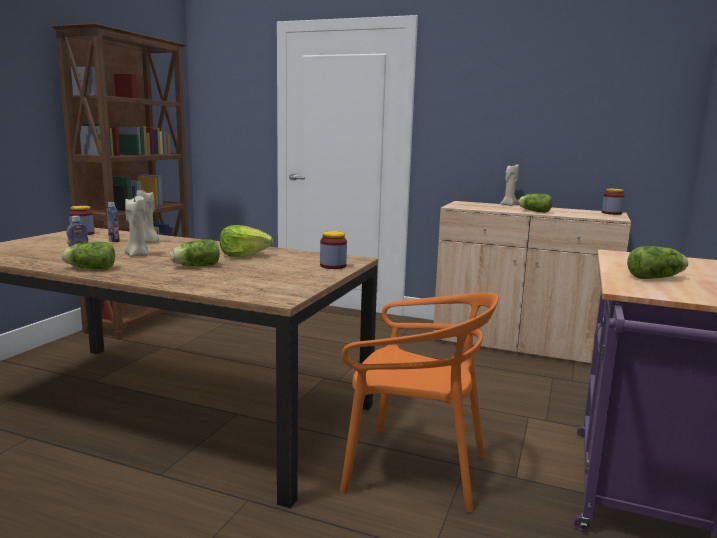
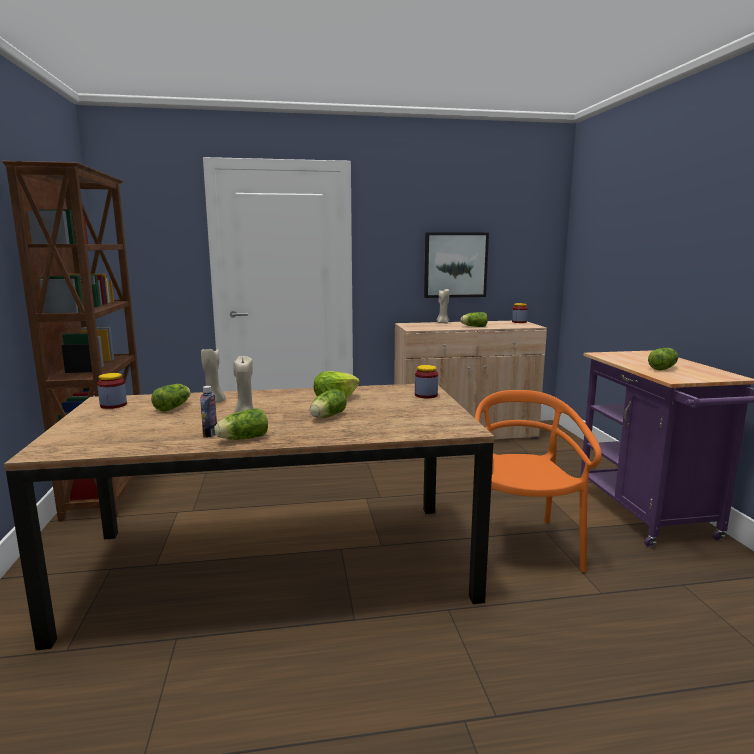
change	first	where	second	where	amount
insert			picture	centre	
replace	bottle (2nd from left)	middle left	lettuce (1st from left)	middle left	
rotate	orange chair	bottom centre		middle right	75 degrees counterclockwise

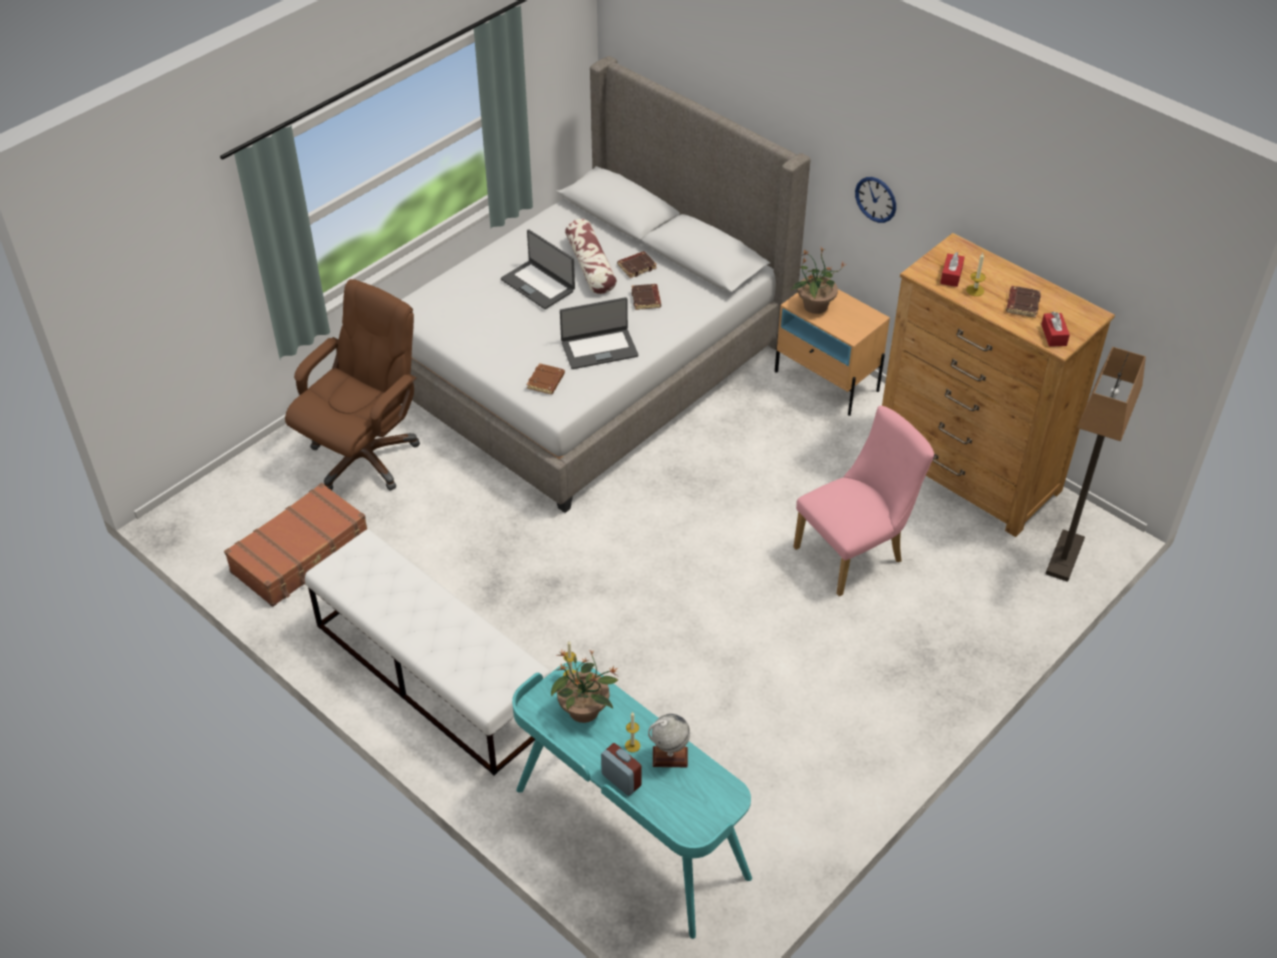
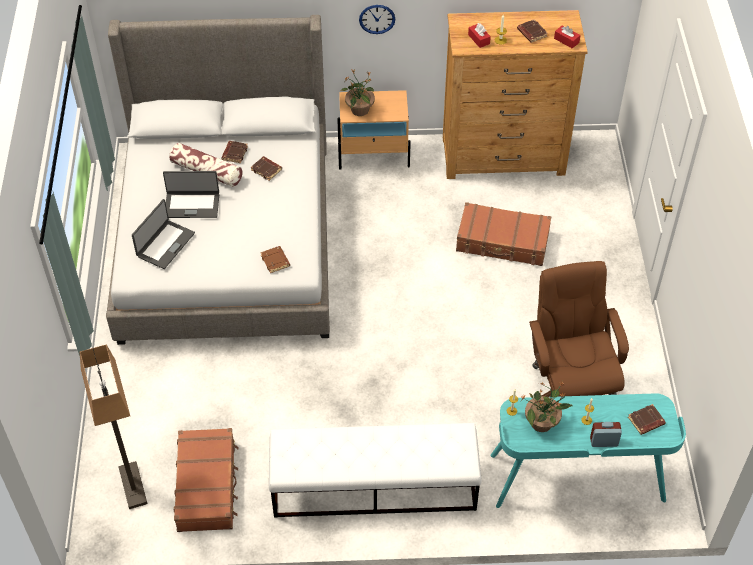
change	first	where	second	where	amount
delete	globe	bottom centre			
insert			brown book (5th from left)	bottom right	
move	brown office chair	middle left		middle right	
move	laptop (2nd from left in the first image)	centre	laptop (1st from left)	middle left	
move	floor lamp	middle right		bottom left	
replace	pink chair	middle right	brown suitcase (2nd from left)	middle right	

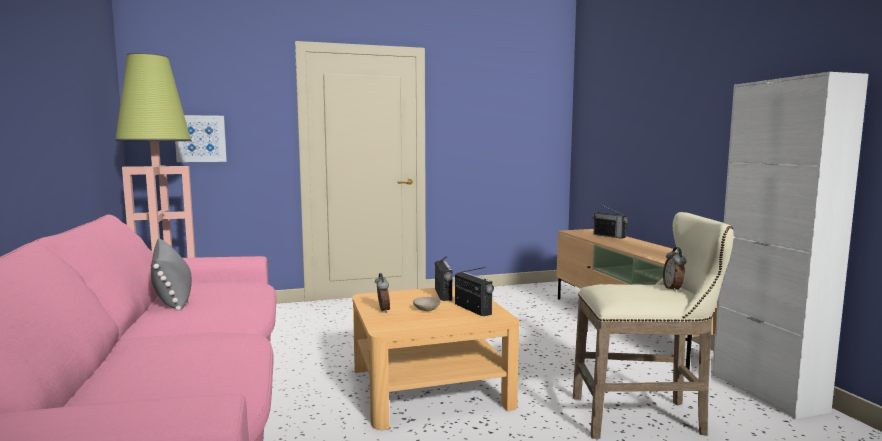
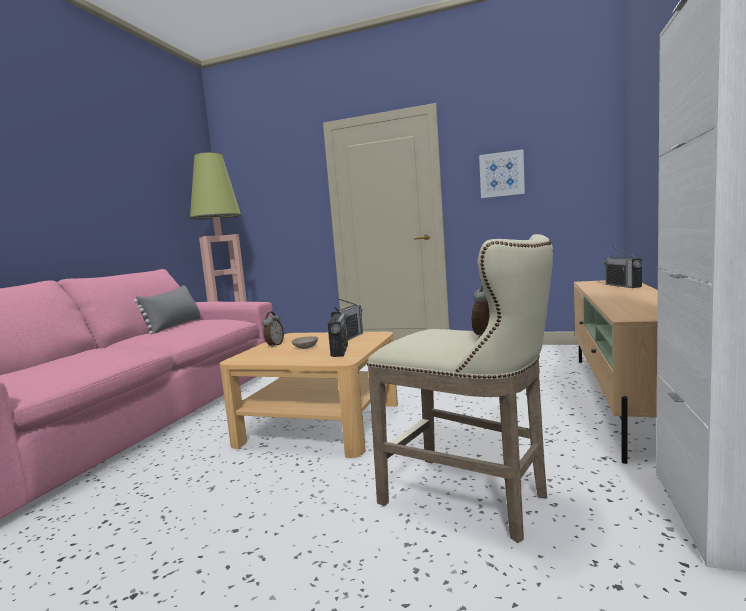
change	first	where	second	where	amount
move	picture	top left		top right	

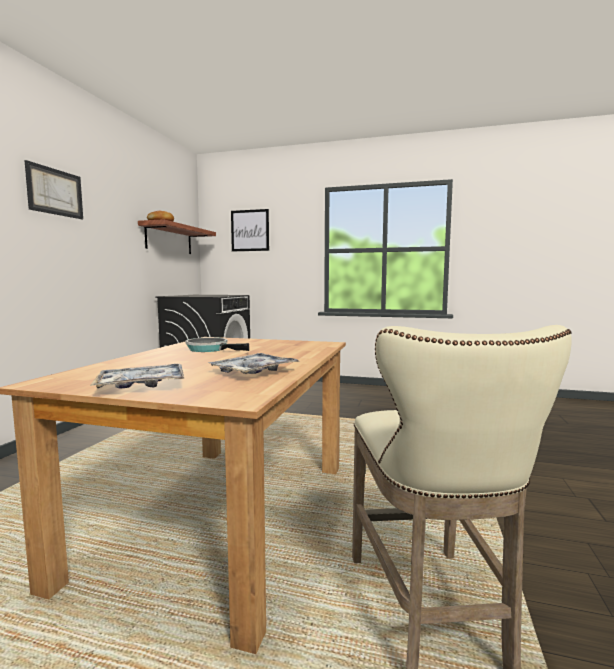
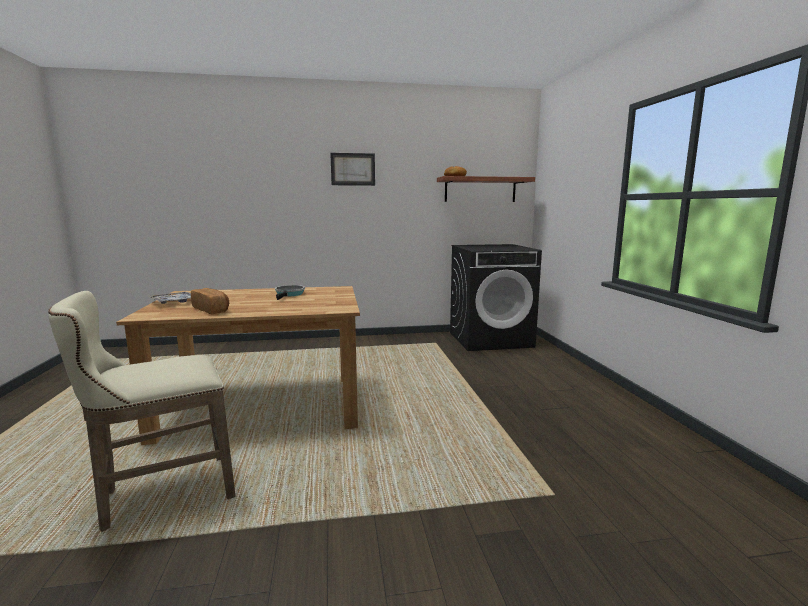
change	first	where	second	where	amount
delete	picture (2nd from left)	centre			
replace	tray (2nd from left)	centre	bread (1st from left)	middle left	

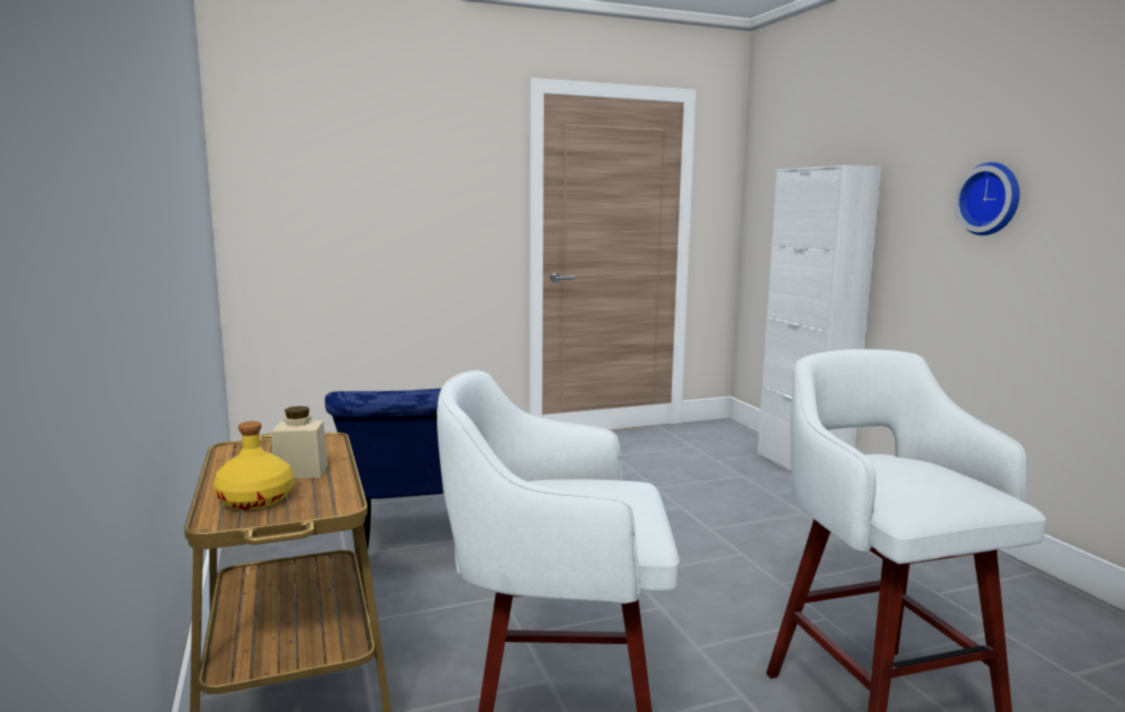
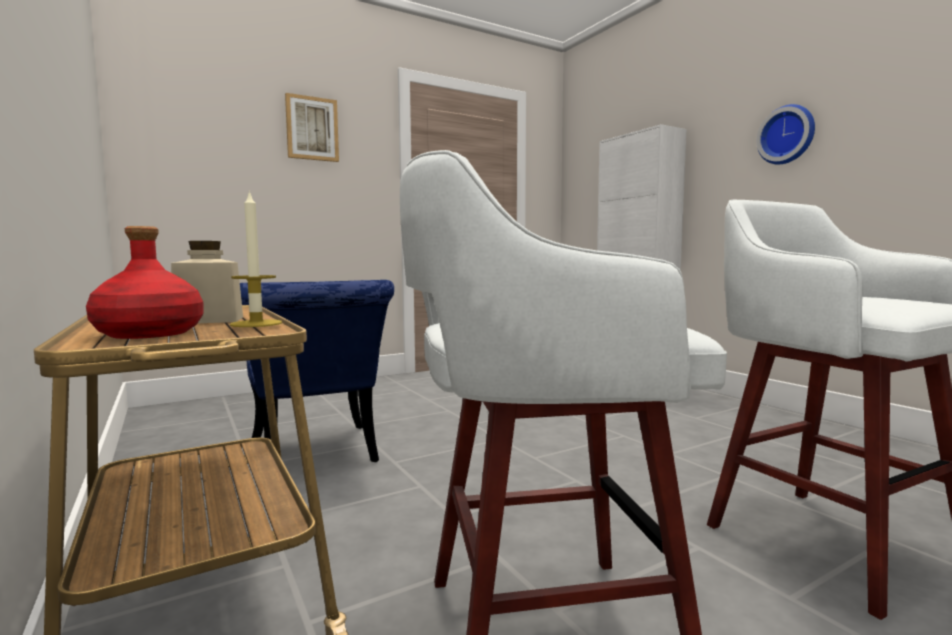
change	first	where	second	where	amount
insert			candle	middle left	
insert			picture	top left	
recolor	yellow bottle	middle left	red bottle	middle left	

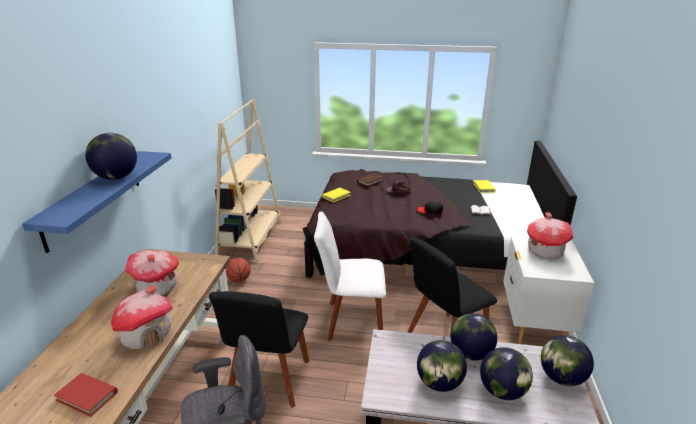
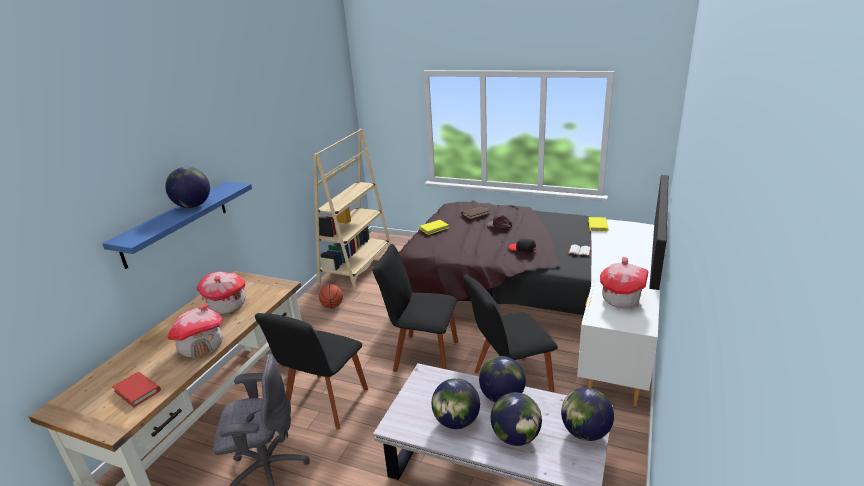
change	first	where	second	where	amount
recolor	white chair	centre	black chair (2nd from left)	centre	

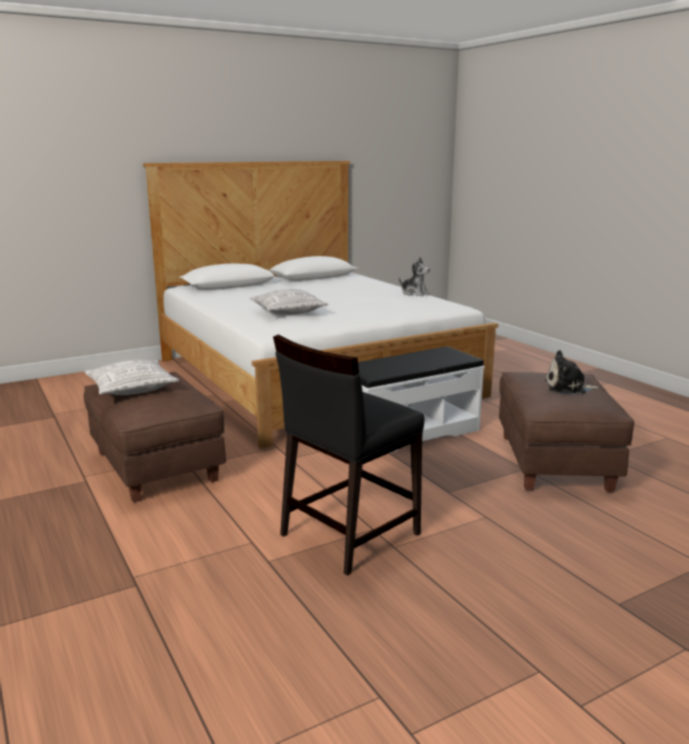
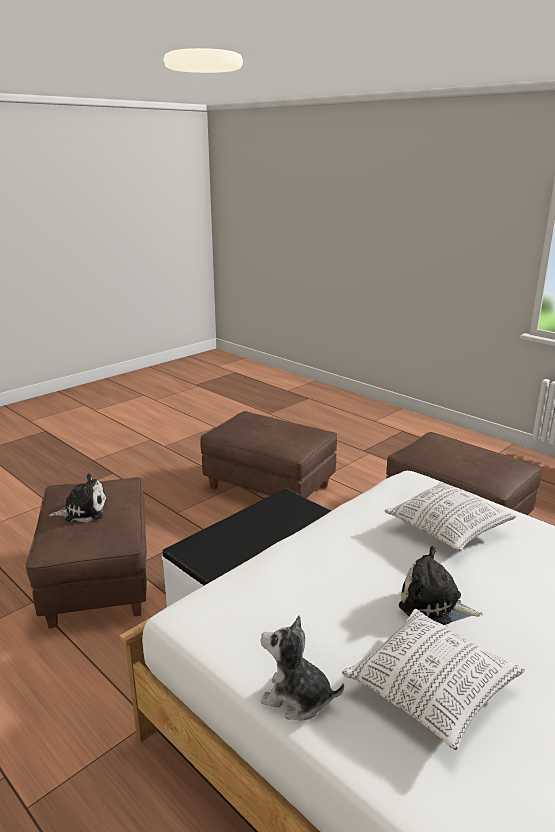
change	first	where	second	where	amount
insert			plush toy (3rd from left)	bottom right	
move	pillow (1st from left)	middle left		bottom right	
replace	black chair	centre	brown ottoman (2nd from left)	centre	

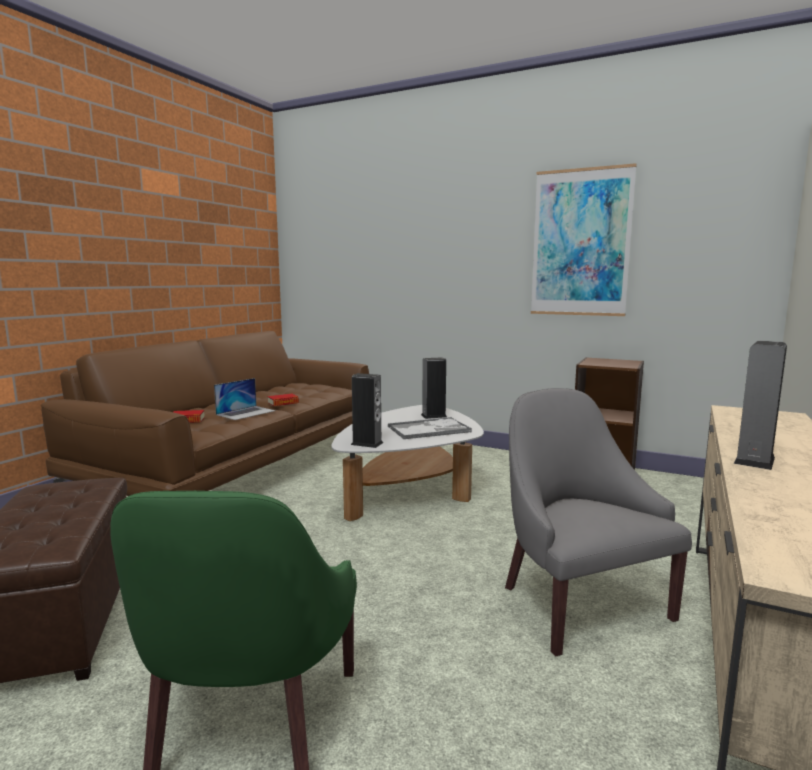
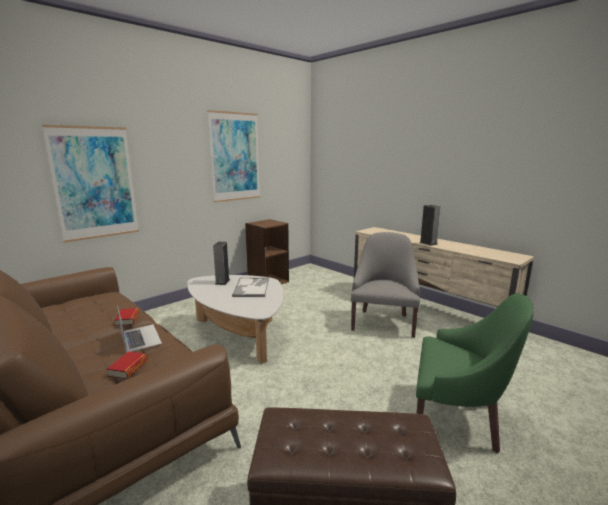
change	first	where	second	where	amount
delete	speaker (1st from left)	centre			
insert			picture (1st from left)	middle left	
rotate	grey armchair	bottom right		centre	105 degrees clockwise

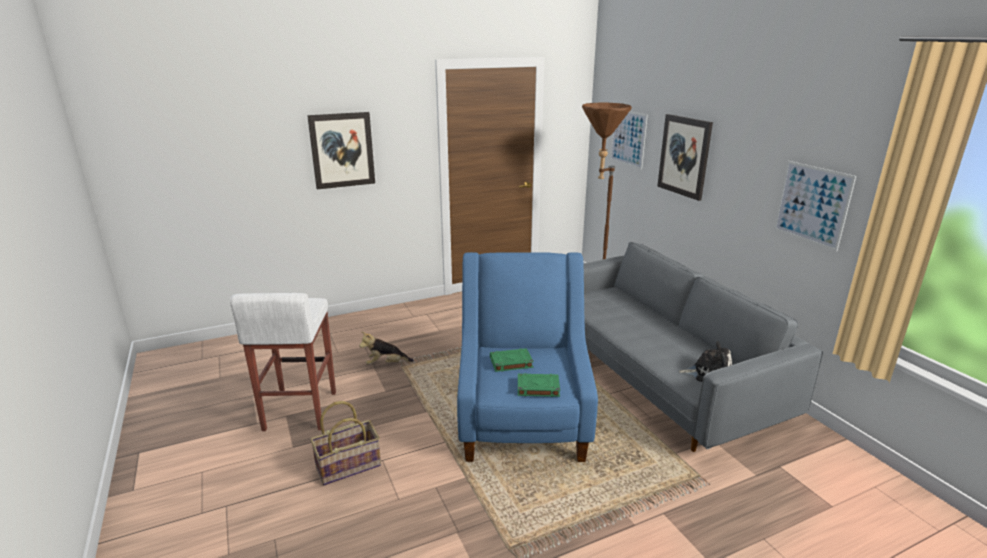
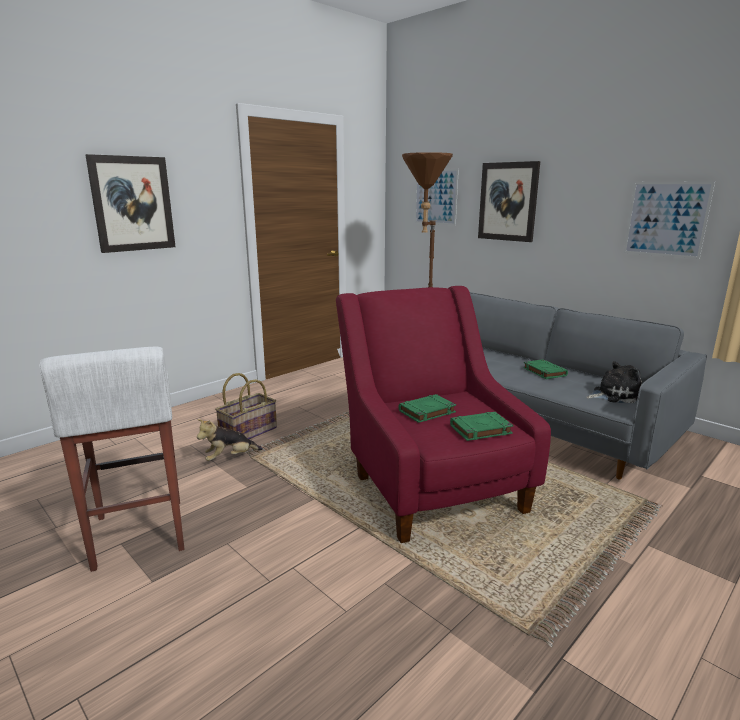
change	first	where	second	where	amount
insert			green book (3rd from left)	middle right	
move	basket	bottom centre		middle left	
recolor	blue armchair	centre	red armchair	centre	

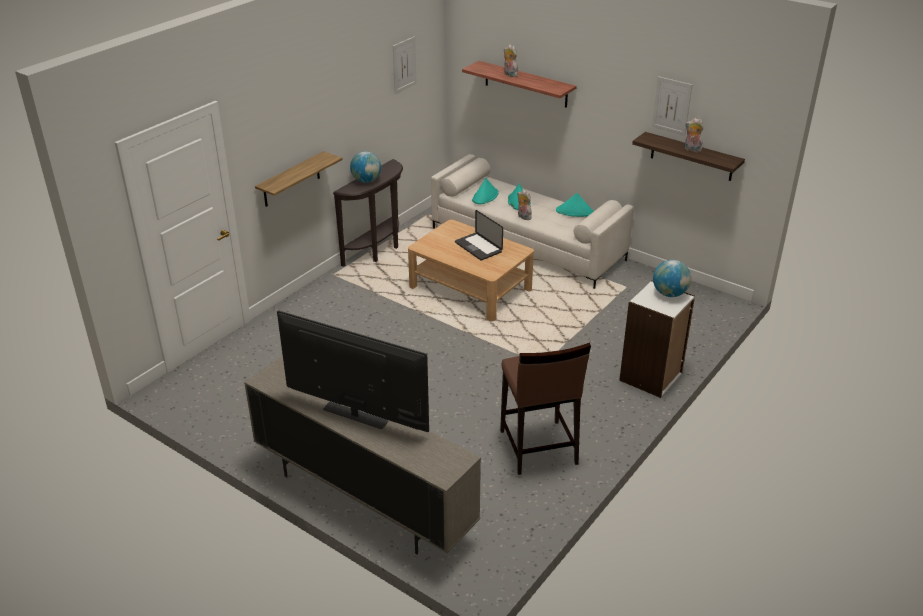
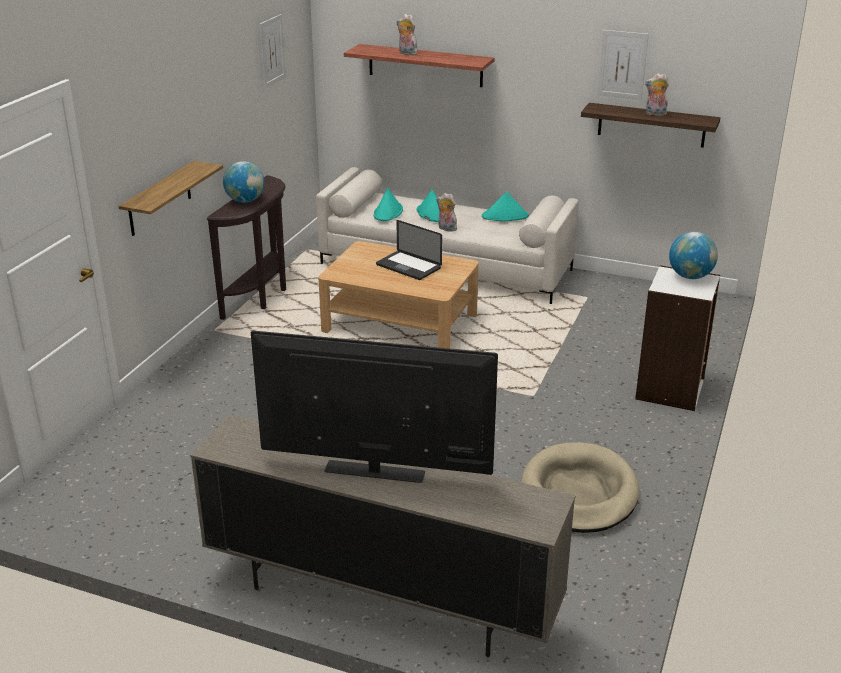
change	first	where	second	where	amount
replace	brown stool	centre	beige dog bed	bottom right	

